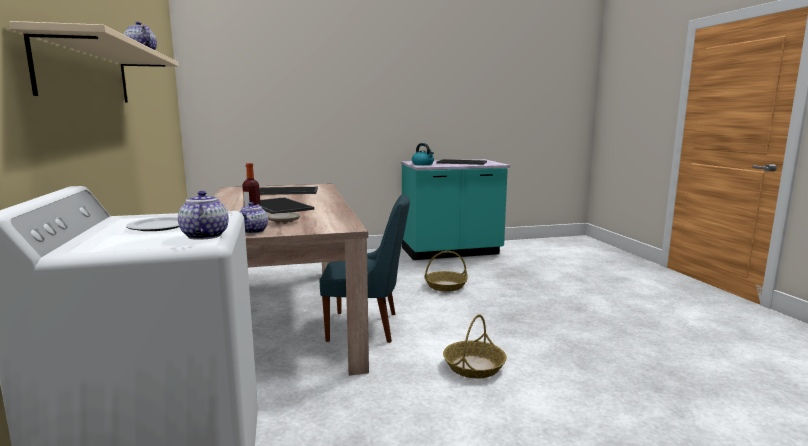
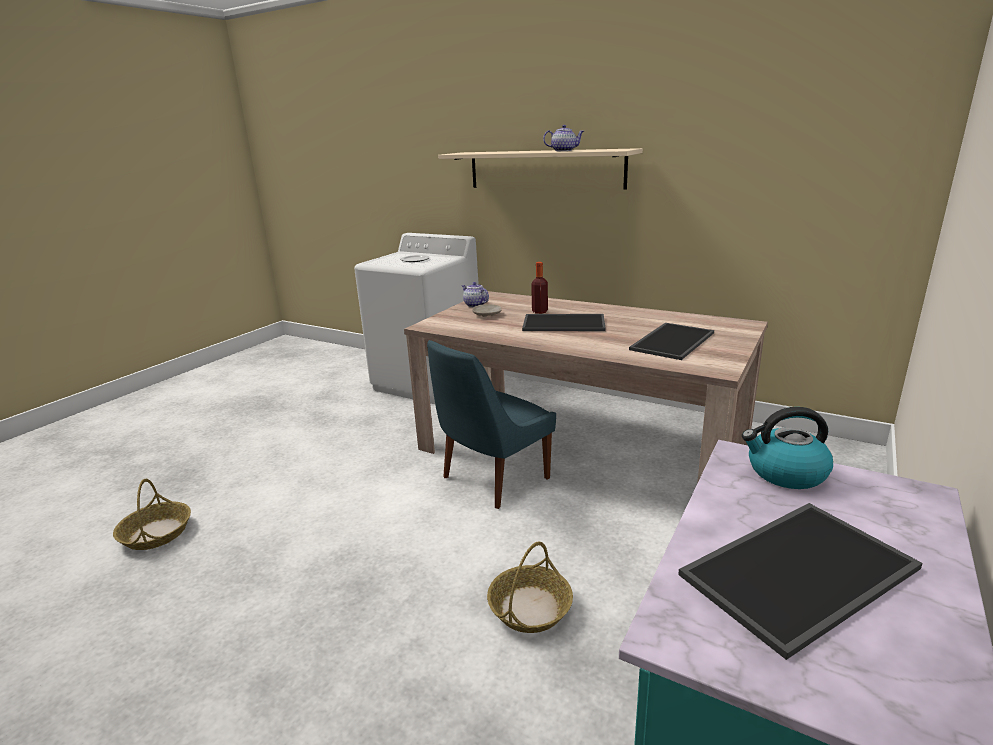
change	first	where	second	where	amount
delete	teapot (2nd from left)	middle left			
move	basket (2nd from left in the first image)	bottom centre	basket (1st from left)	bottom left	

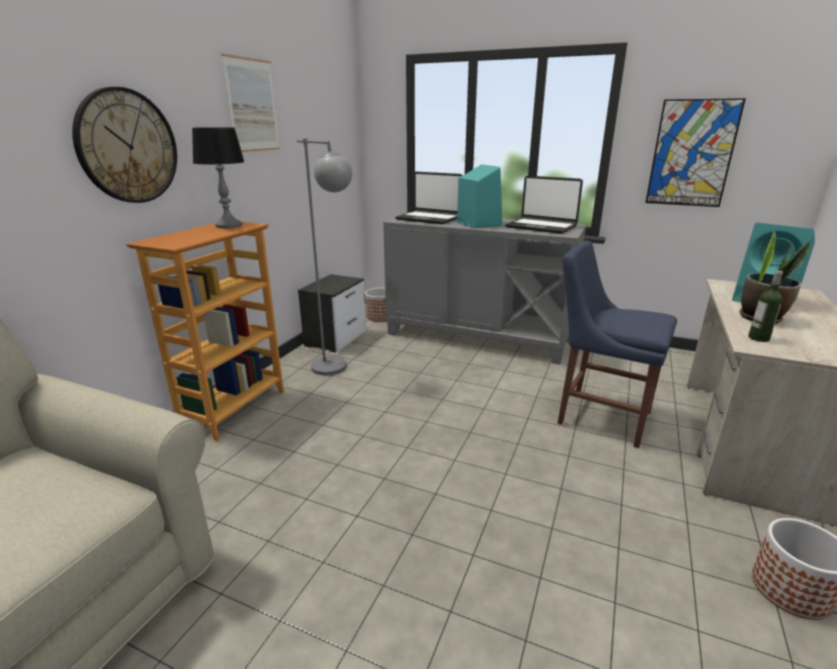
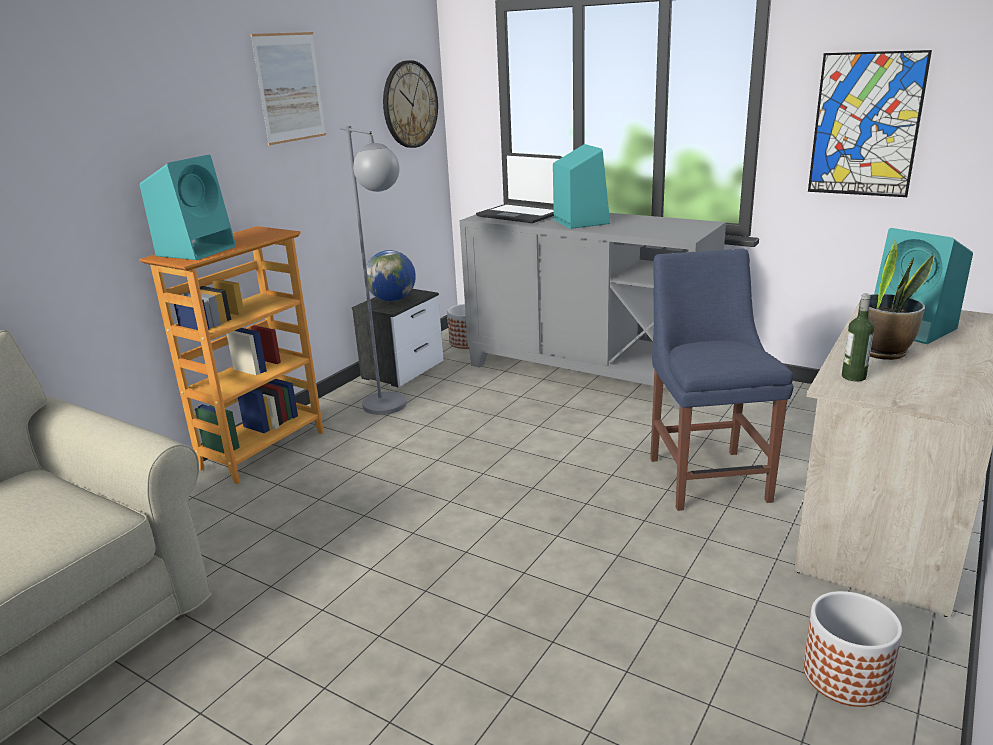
change	first	where	second	where	amount
delete	table lamp	top left			
delete	laptop (2nd from left)	top centre			
insert			turquoise speaker (1st from left)	top left	
insert			globe	centre	
move	wall clock	top left		top centre	
rotate	blue chair	middle right		middle right	45 degrees clockwise

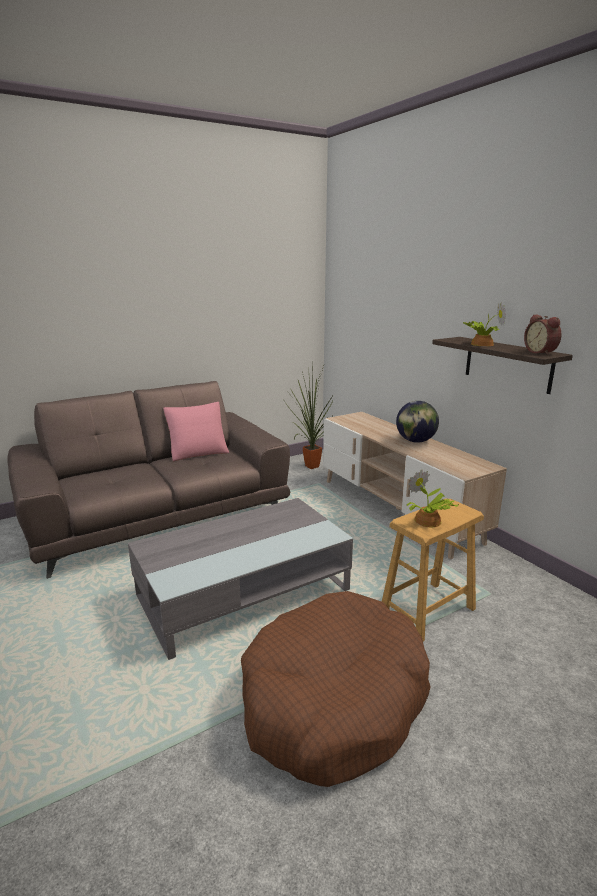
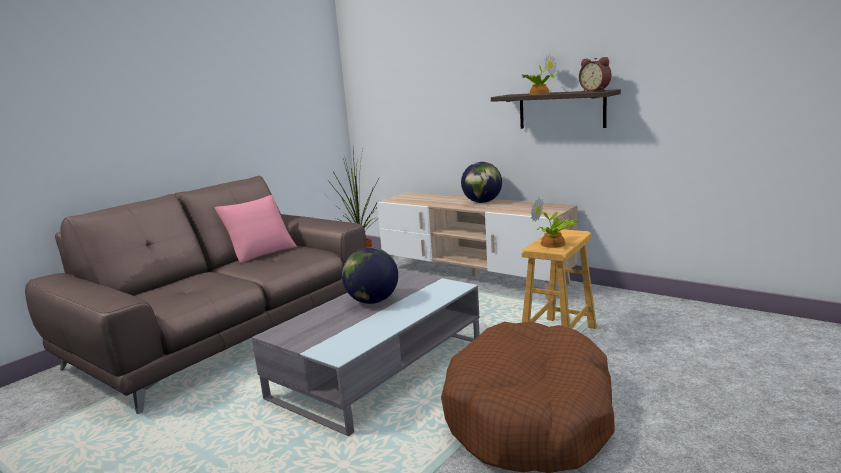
change	first	where	second	where	amount
insert			globe (1st from left)	centre	

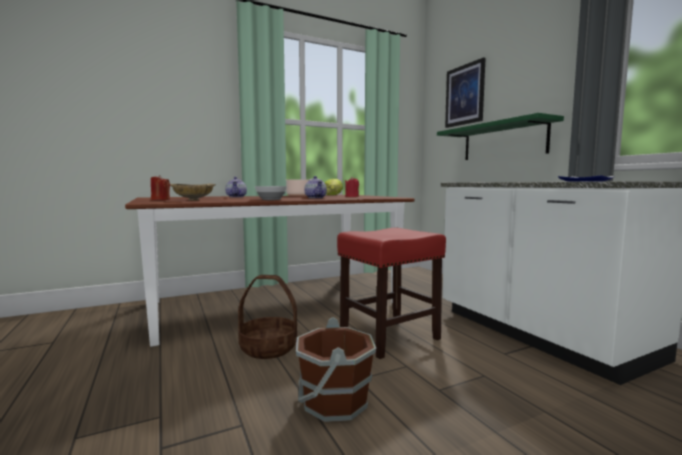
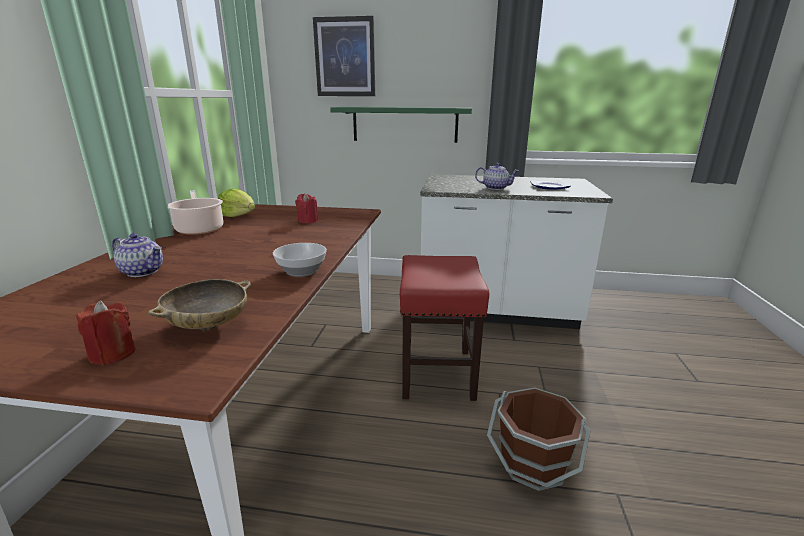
change	first	where	second	where	amount
delete	basket	bottom centre			
move	teapot (2nd from left)	centre		top centre	

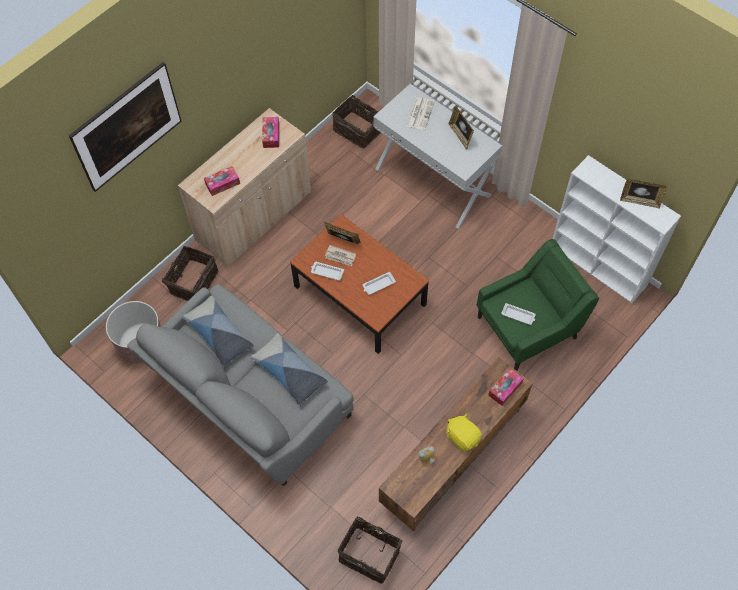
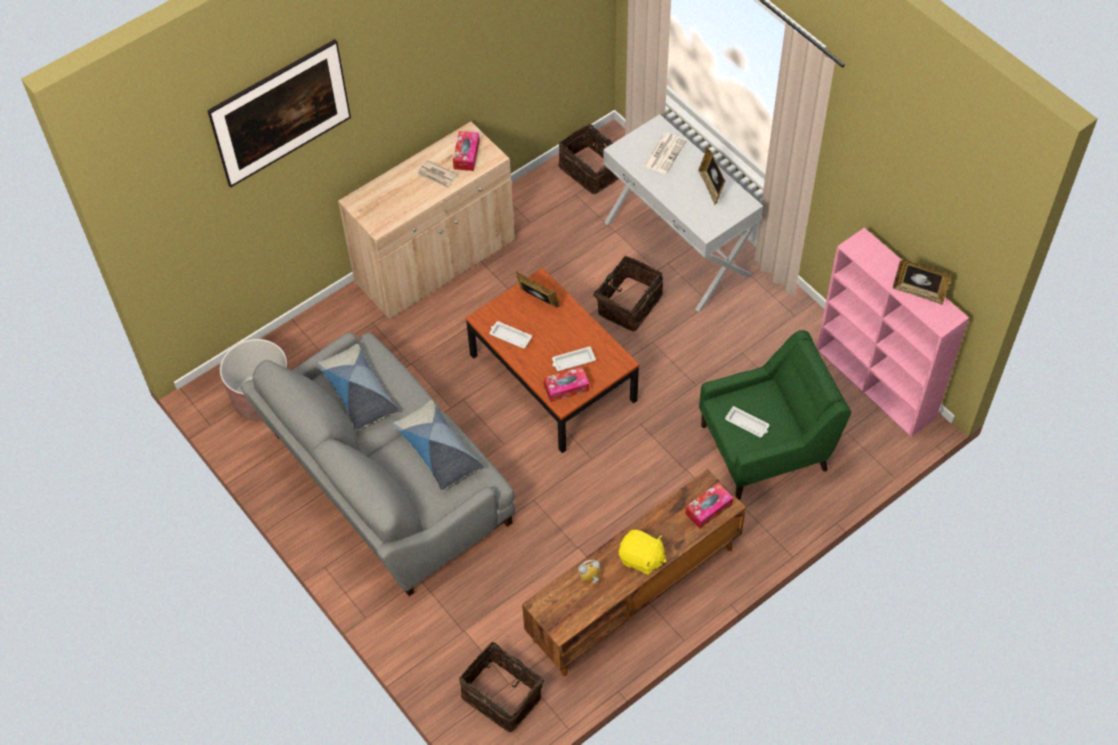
change	first	where	second	where	amount
move	basket (1st from left in the first image)	middle left	basket (3rd from left)	centre	
move	tissue box (1st from left in the first image)	top left	tissue box (2nd from left)	centre	
move	newspaper (1st from left)	centre		top centre	
recolor	white bookcase	middle right	pink bookcase	middle right	
rotate	yellow plush toy	bottom centre		bottom centre	150 degrees clockwise

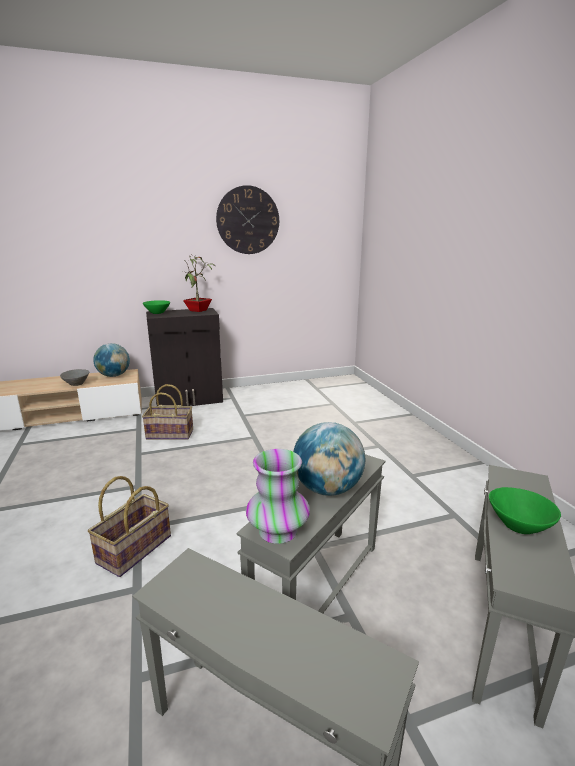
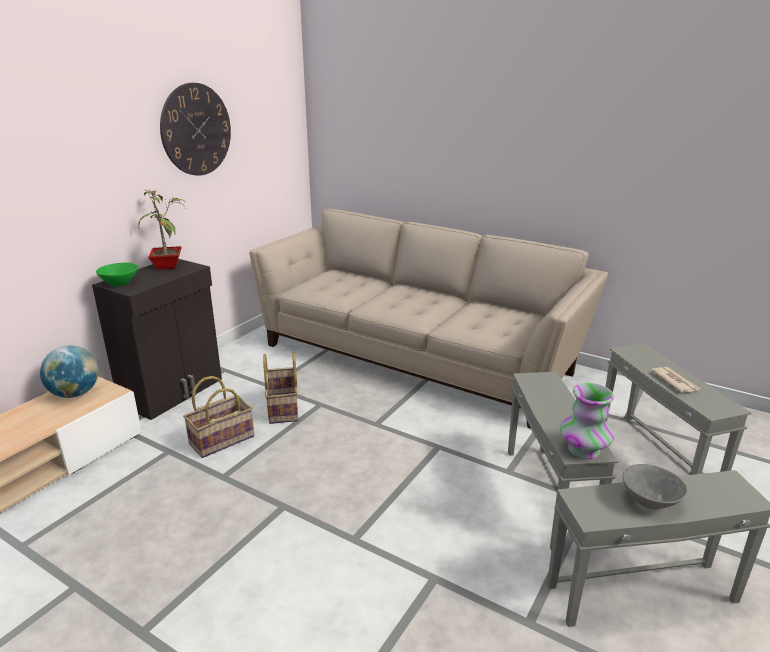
change	first	where	second	where	amount
delete	globe (2nd from left)	centre			
insert			beige sofa	centre	
move	grey bowl	middle left		bottom right	
move	basket (1st from left in the first image)	bottom left	basket (2nd from left)	centre	
replace	green bowl (2nd from left)	middle right	newspaper	middle right	

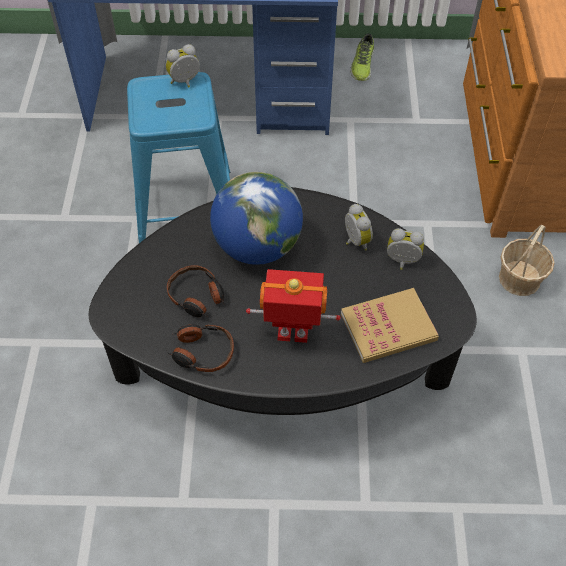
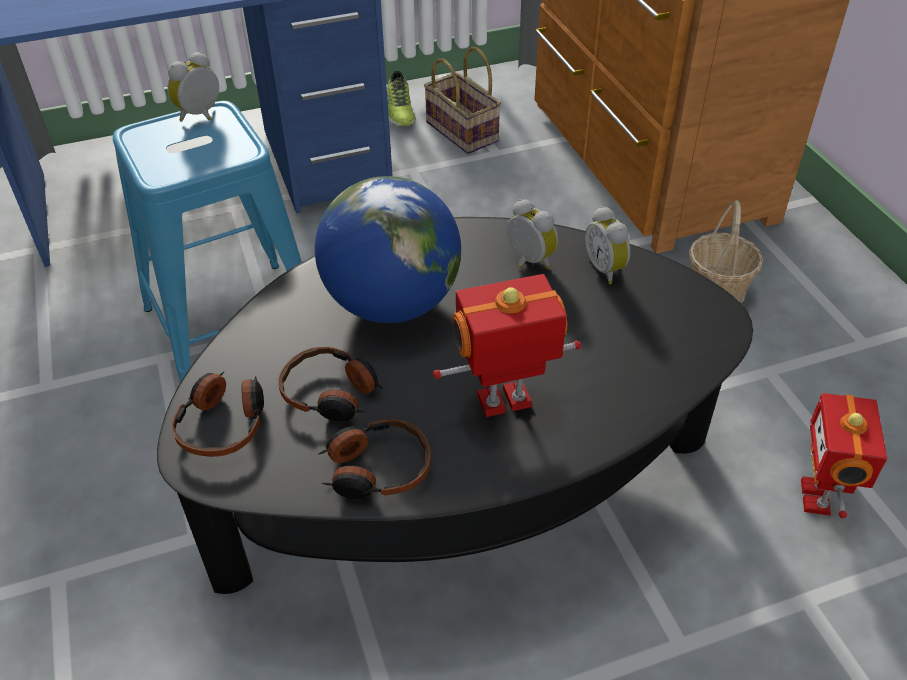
change	first	where	second	where	amount
delete	book	middle right			
insert			headphones (1st from left)	middle left	
insert			basket (1st from left)	top centre	
insert			toy robot (2nd from left)	bottom right	
rotate	alarm clock (3rd from left)	middle right		middle right	105 degrees counterclockwise

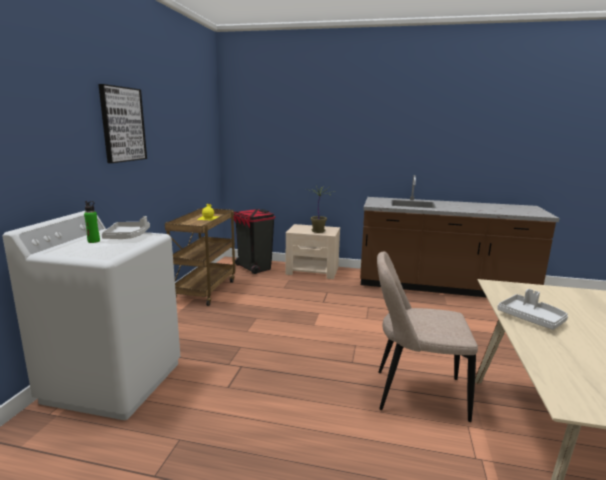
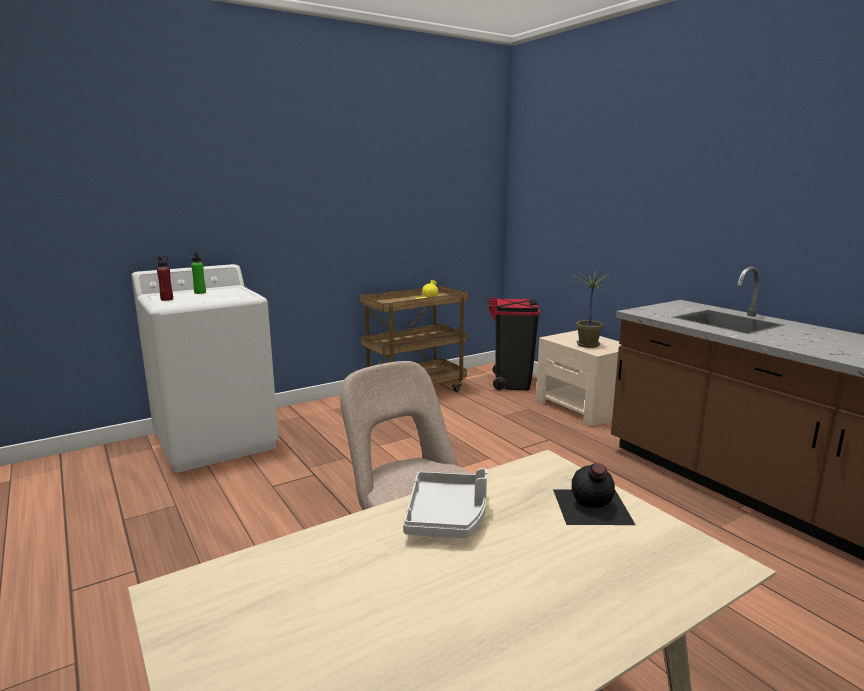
change	first	where	second	where	amount
delete	picture	top left			
delete	grey tray (1st from left)	middle left			
insert			red bottle	middle left	
insert			black bottle	bottom right	

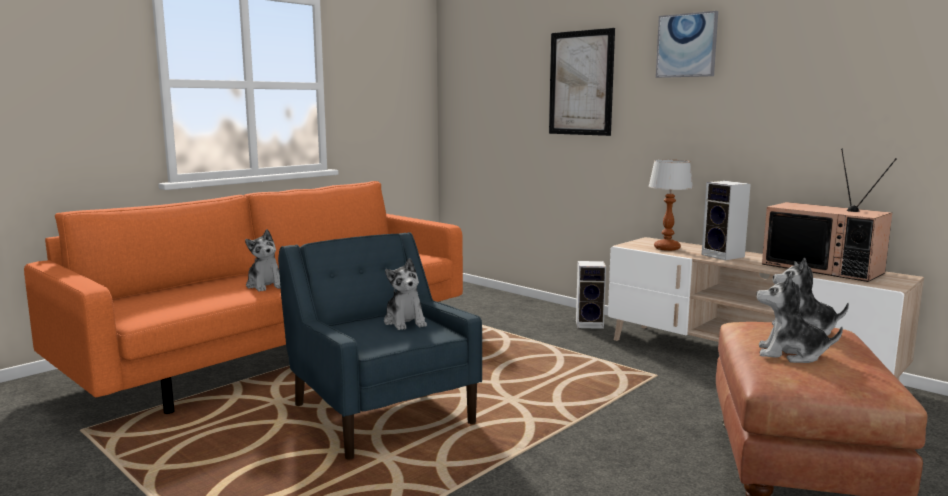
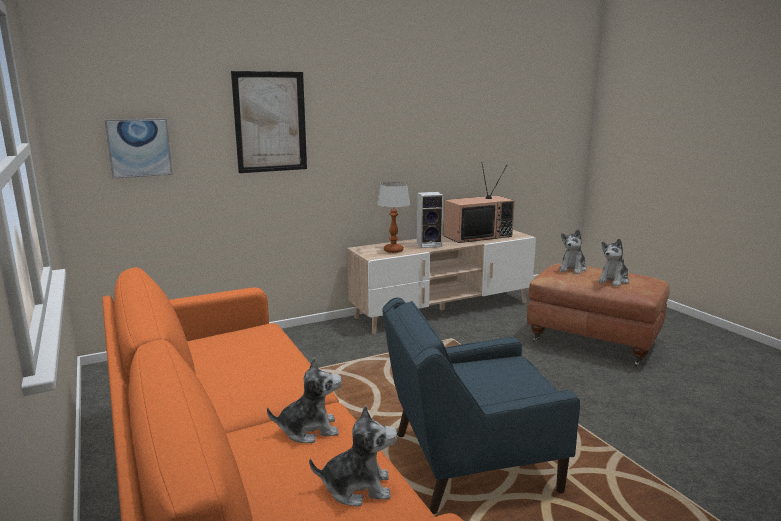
change	first	where	second	where	amount
delete	speaker (1st from left)	centre			
move	plush toy (2nd from left)	centre		bottom centre	
move	picture (2nd from left in the first image)	top right	picture (1st from left)	top left	

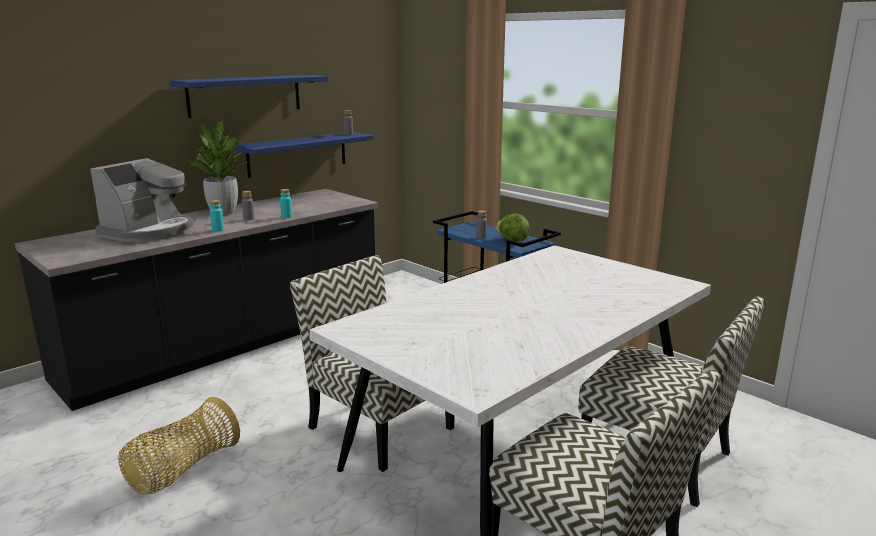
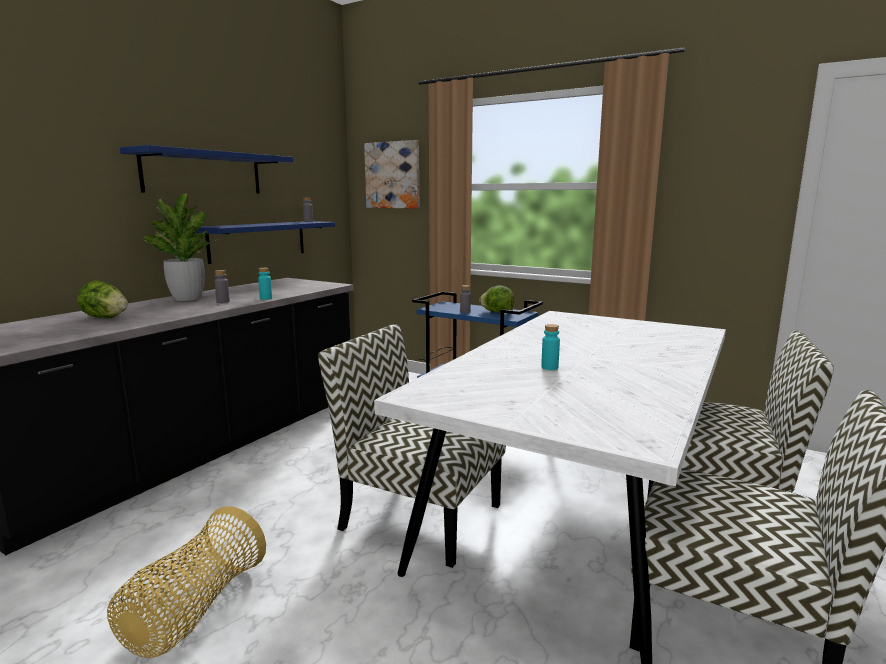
change	first	where	second	where	amount
insert			picture	top centre	
move	turquoise bottle (1st from left in the first image)	middle left	turquoise bottle (2nd from left)	centre	
replace	coffee machine	middle left	lettuce (1st from left)	middle left	

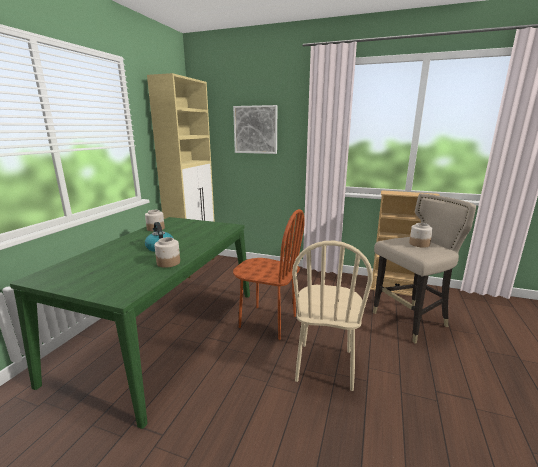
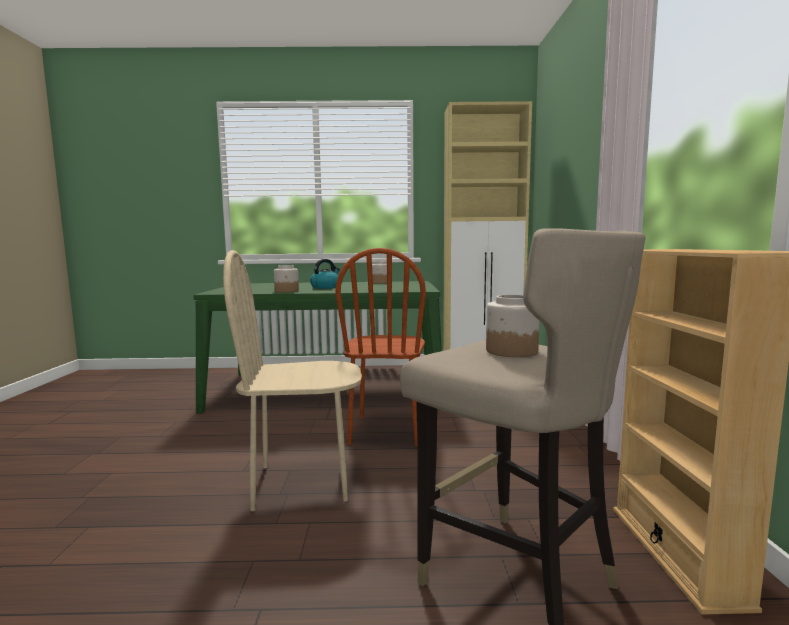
change	first	where	second	where	amount
delete	picture	top centre			

